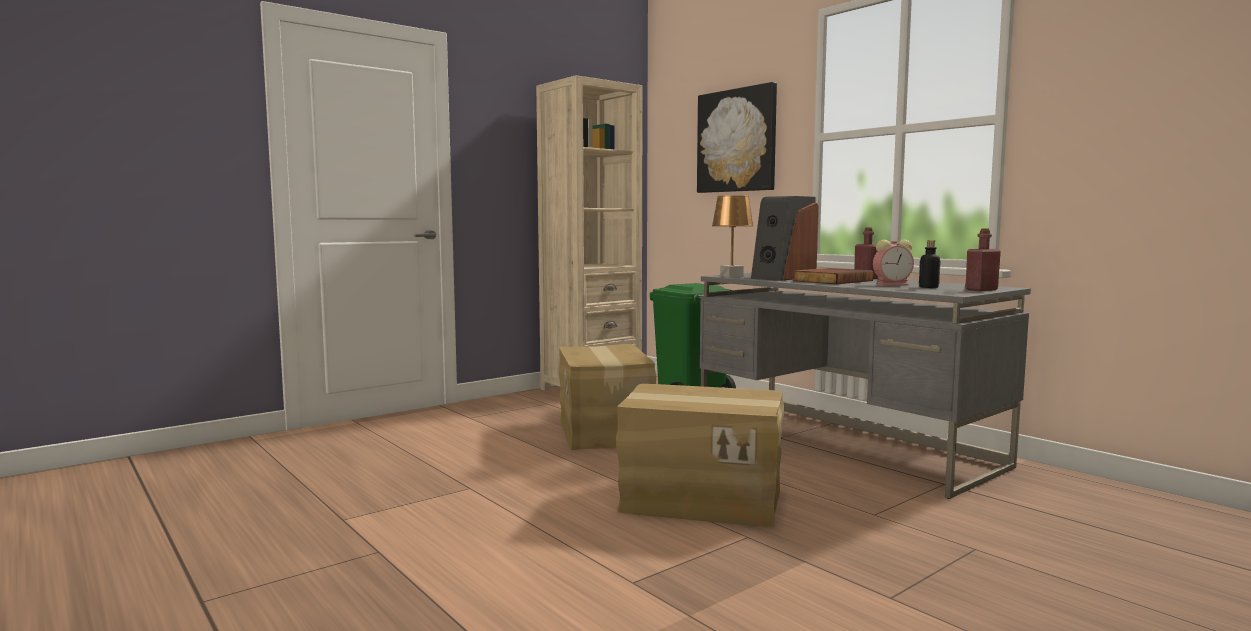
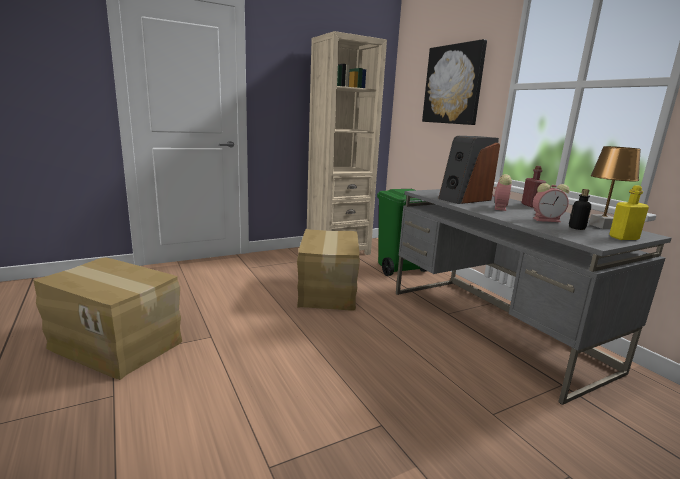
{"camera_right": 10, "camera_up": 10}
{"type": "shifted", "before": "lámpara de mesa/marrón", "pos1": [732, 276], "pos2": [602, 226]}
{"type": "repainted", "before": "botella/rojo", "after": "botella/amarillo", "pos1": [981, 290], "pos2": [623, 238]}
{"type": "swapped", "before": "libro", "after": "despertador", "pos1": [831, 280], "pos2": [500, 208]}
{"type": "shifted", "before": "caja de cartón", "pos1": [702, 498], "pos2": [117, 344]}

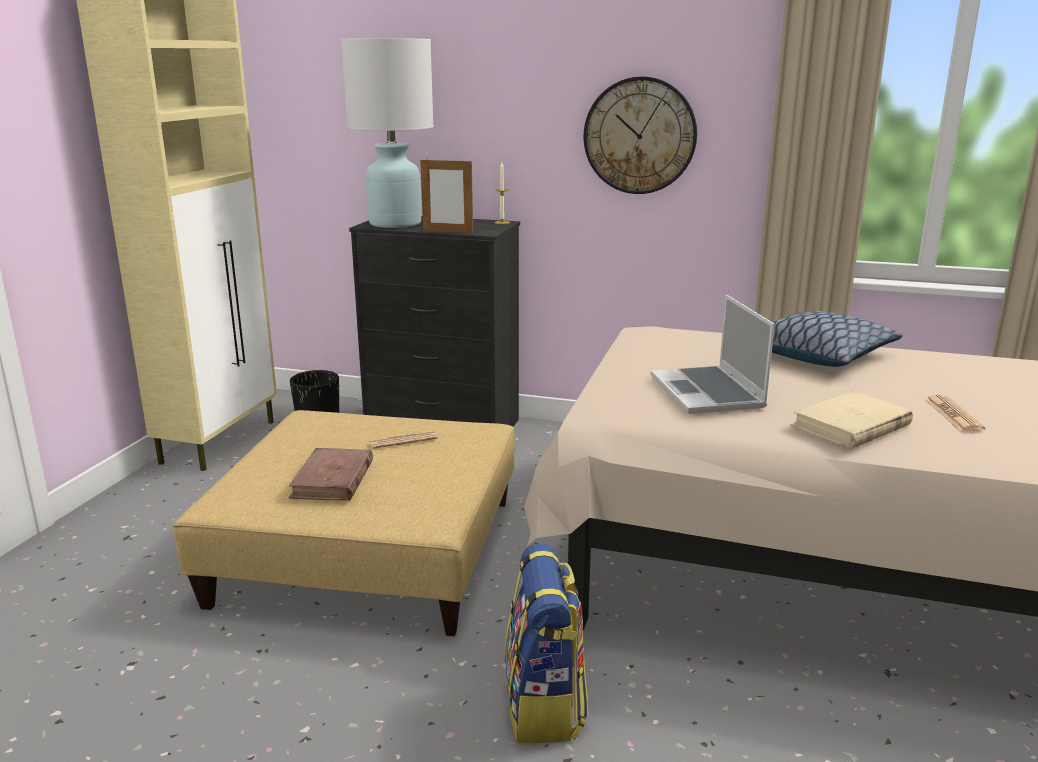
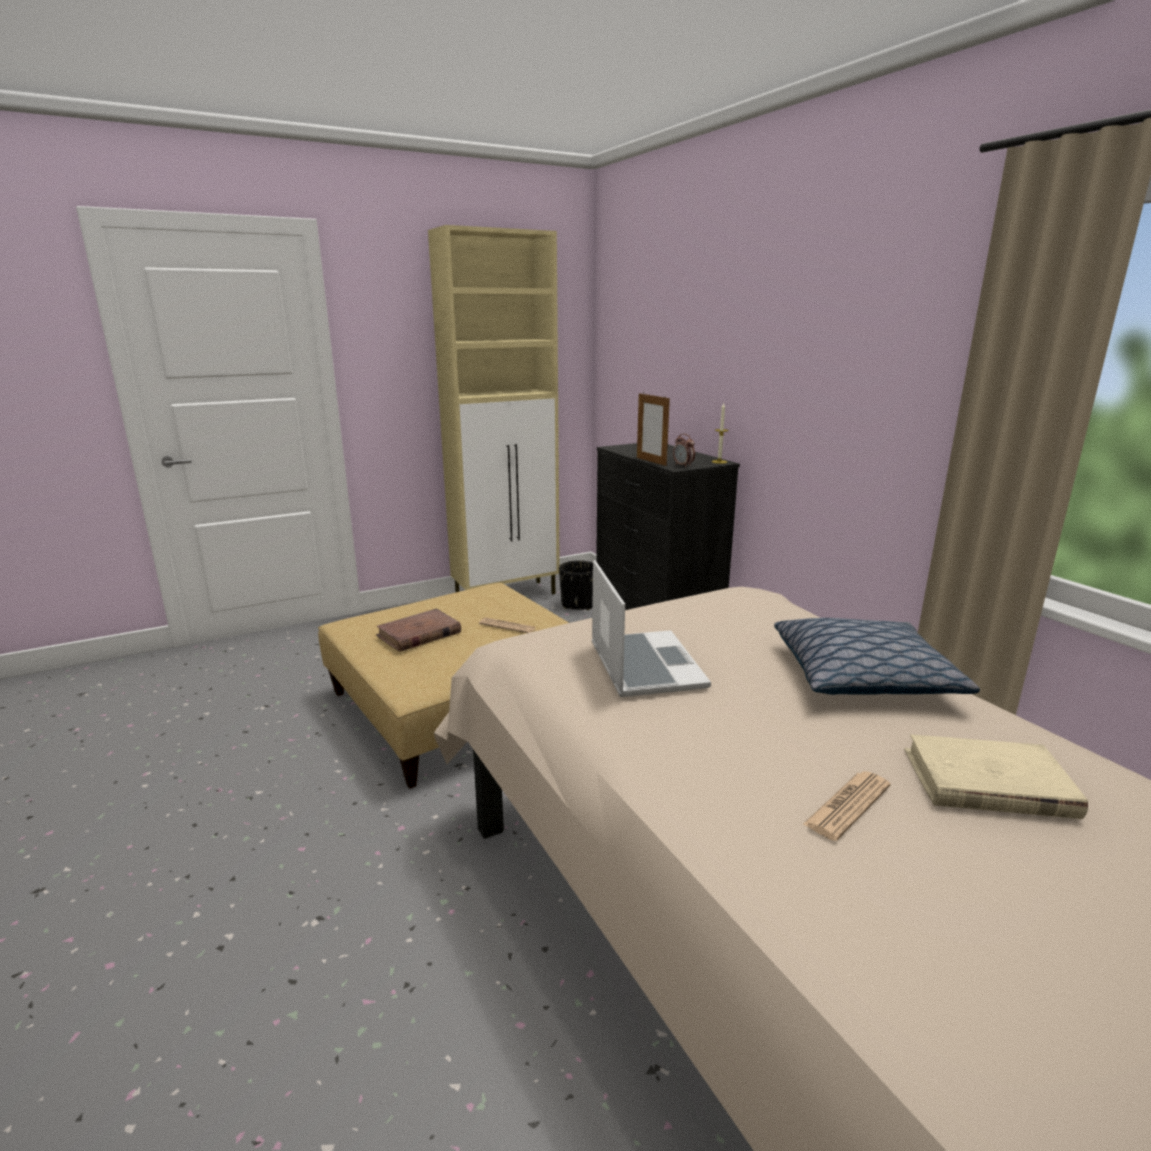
{"camera_right": 45, "camera_up": 0}
{"type": "gone", "before": "lámpara de mesa/blanco", "pos1": [395, 224]}
{"type": "gone", "before": "reloj de pared", "pos1": [640, 136]}
{"type": "rotated", "before": "portátil", "pos1": [708, 393], "pos2": [643, 665], "turn": 135}
{"type": "shifted", "before": "libro/beis", "pos1": [850, 426], "pos2": [987, 783]}
{"type": "gone", "before": "mochila", "pos1": [545, 706]}
{"type": "new", "after": "despertador", "pos2": [683, 466]}

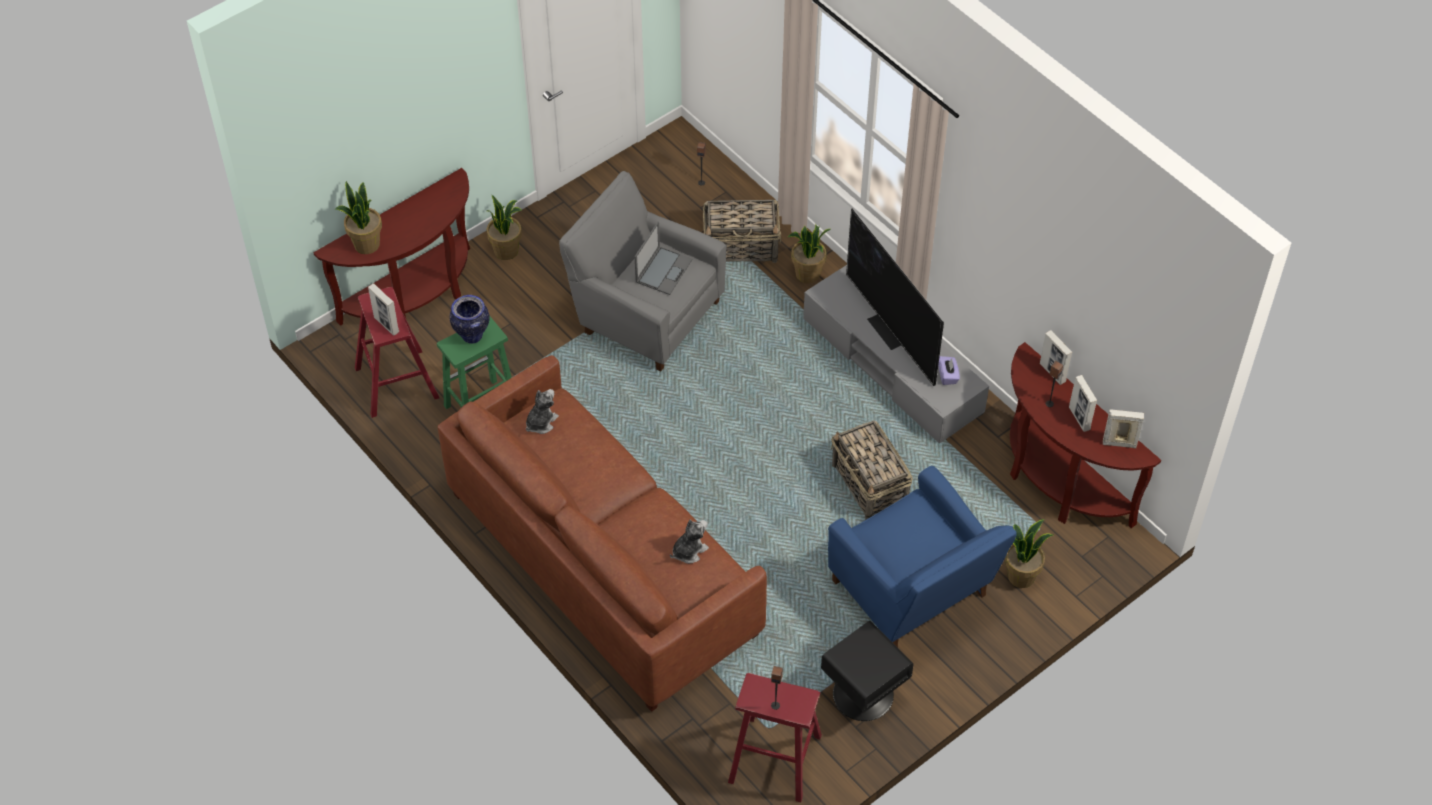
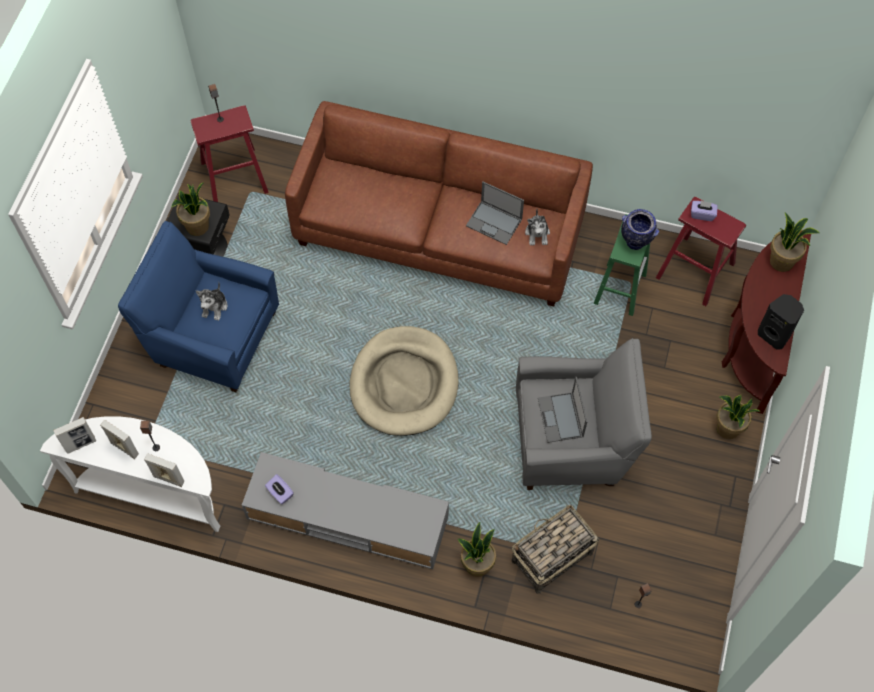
{"camera_right": 145, "camera_up": 10}
{"type": "gone", "before": "televisor", "pos1": [890, 330]}
{"type": "swapped", "before": "portarretratos", "after": "caja de pañuelos/morado", "pos1": [386, 325], "pos2": [702, 214]}
{"type": "repainted", "before": "mesa consola/marrón", "after": "mesa consola/blanco", "pos1": [1057, 483], "pos2": [154, 491]}
{"type": "gone", "before": "cesta", "pos1": [869, 485]}
{"type": "shifted", "before": "planta en maceta", "pos1": [1021, 576], "pos2": [198, 227]}
{"type": "shifted", "before": "peluche", "pos1": [689, 551], "pos2": [214, 307]}
{"type": "new", "after": "portátil", "pos2": [494, 222]}
{"type": "new", "after": "altavoz/negro", "pos2": [774, 334]}
{"type": "new", "after": "cama para perro/beis", "pos2": [404, 383]}

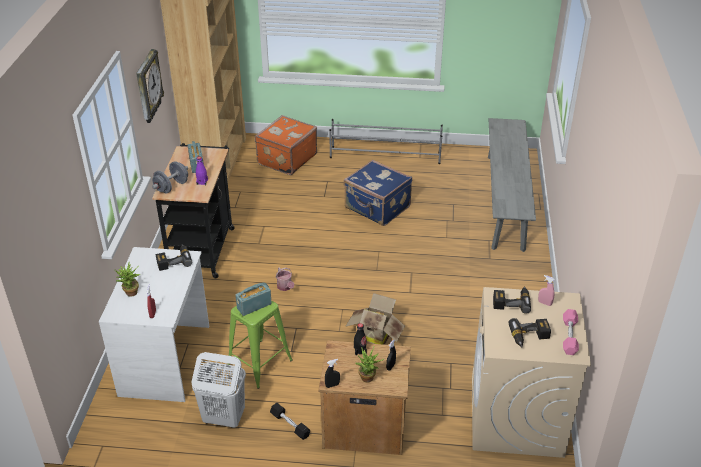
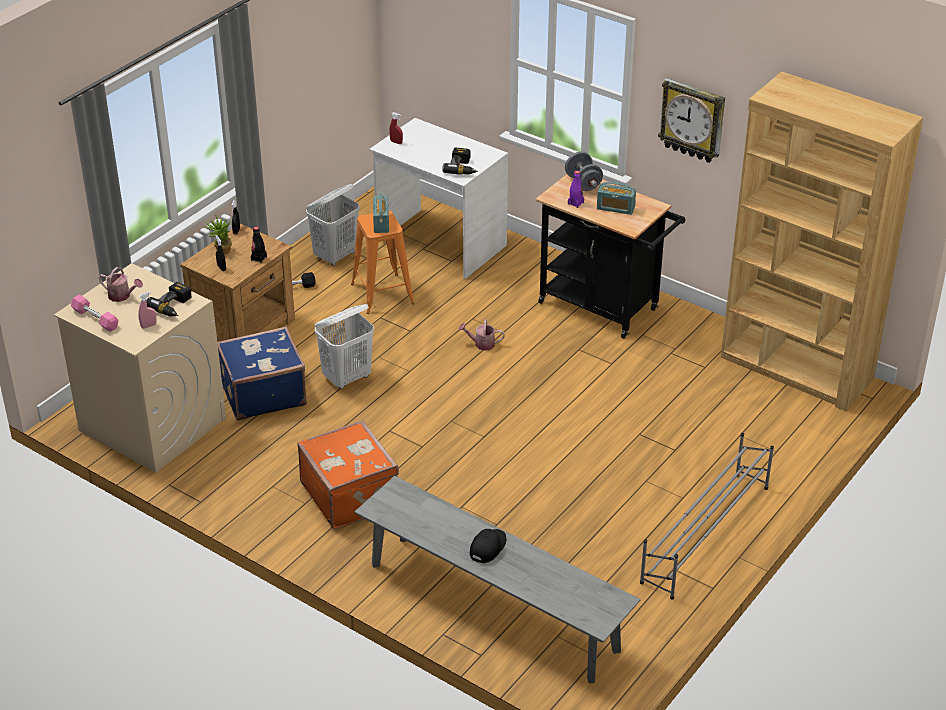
{"camera_right": 120, "camera_up": 0}
{"type": "shifted", "before": "maleta/naranja", "pos1": [286, 159], "pos2": [350, 494]}
{"type": "shifted", "before": "maleta/azul", "pos1": [377, 208], "pos2": [262, 393]}
{"type": "gone", "before": "planta en maceta", "pos1": [131, 294]}
{"type": "swapped", "before": "caja de cartón", "after": "cesto de la ropa/blanco", "pos1": [375, 336], "pos2": [347, 378]}
{"type": "repainted", "before": "taburete/verde", "after": "taburete/naranja", "pos1": [260, 363], "pos2": [382, 294]}
{"type": "swapped", "before": "taladro", "after": "regadera", "pos1": [529, 337], "pos2": [122, 296]}
{"type": "new", "after": "gorra/negro", "pos2": [488, 547]}

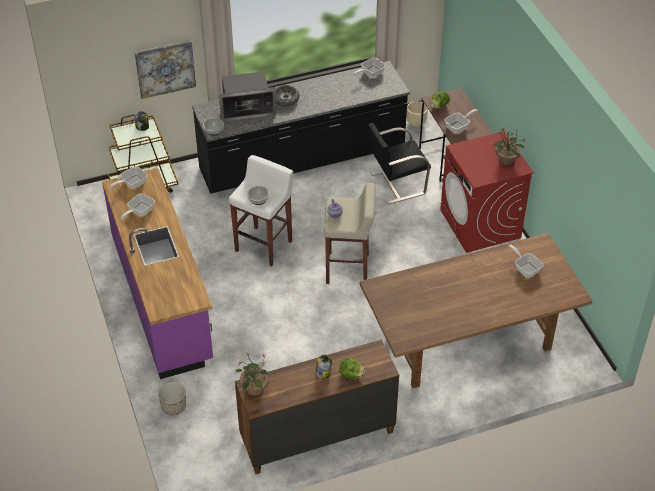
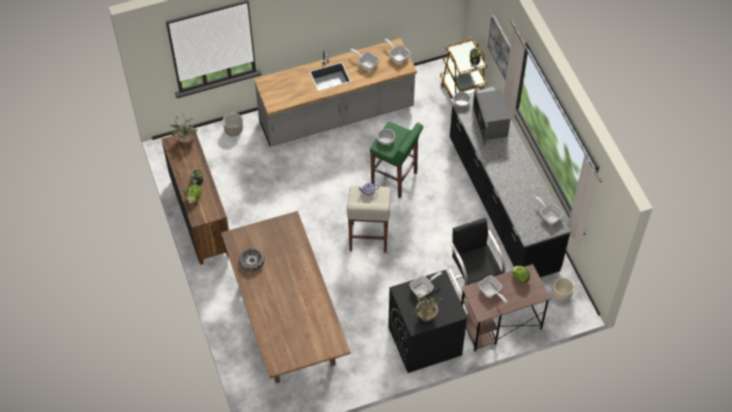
{"camera_right": 90, "camera_up": 10}
{"type": "shifted", "before": "cuenco", "pos1": [286, 99], "pos2": [252, 261]}
{"type": "repainted", "before": "lavadora/rojo", "after": "lavadora/negro", "pos1": [480, 224], "pos2": [424, 341]}
{"type": "repainted", "before": "taburete/blanco", "after": "taburete/verde", "pos1": [264, 245], "pos2": [395, 179]}
{"type": "repainted", "before": "mueble bajo de cocina/morado", "after": "mueble bajo de cocina/gris", "pos1": [163, 299], "pos2": [336, 116]}
{"type": "shifted", "before": "sartén", "pos1": [525, 268], "pos2": [424, 289]}

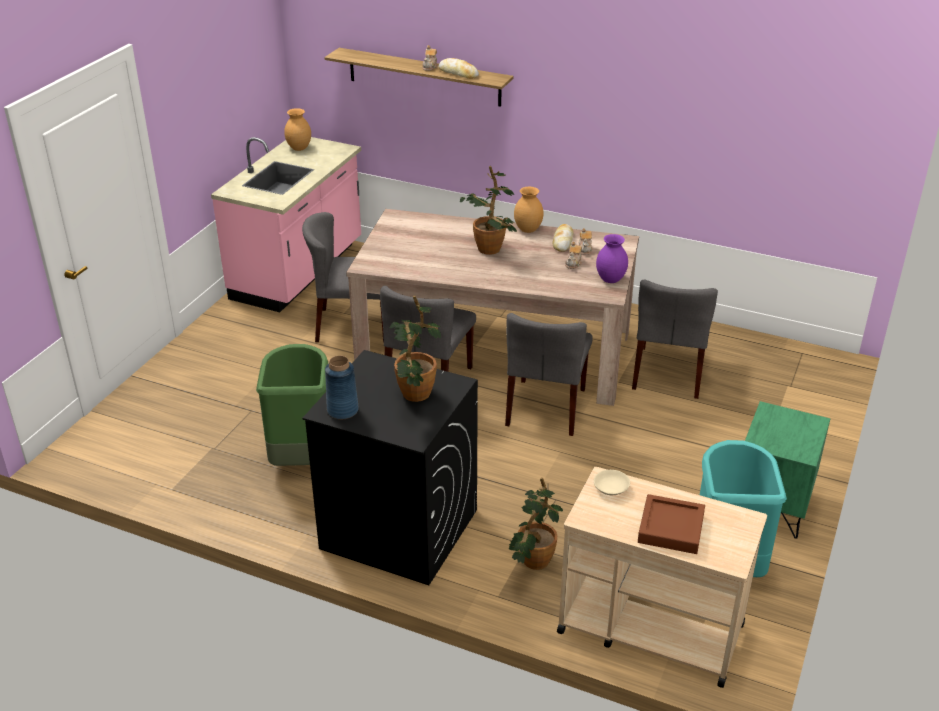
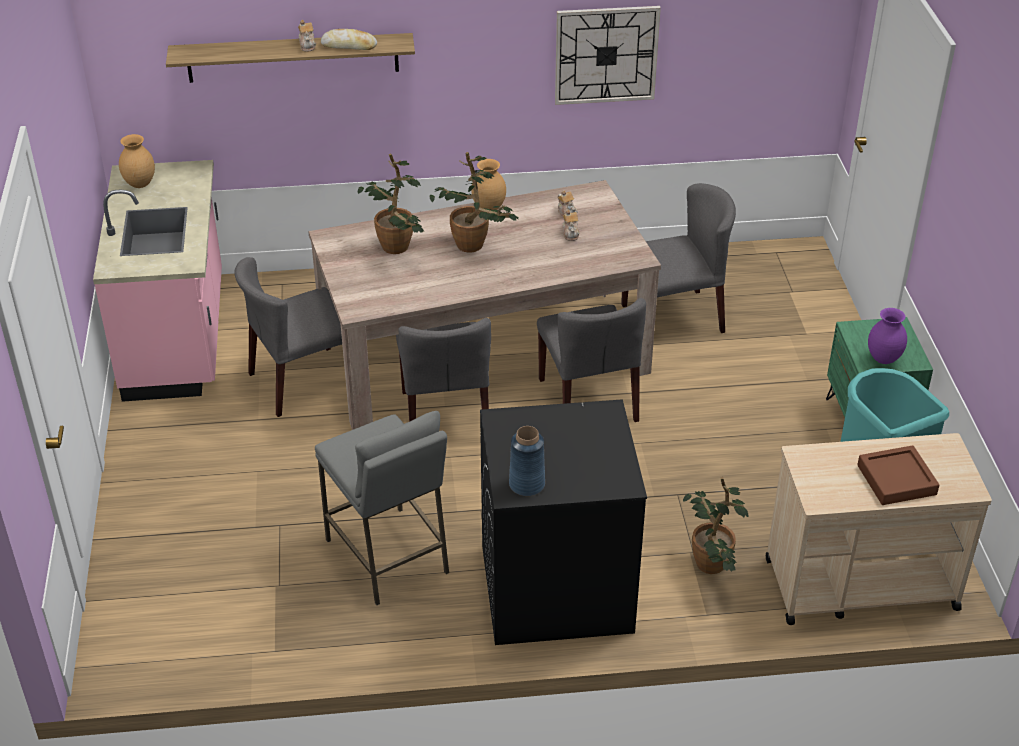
{"camera_right": -30, "camera_up": 5}
{"type": "gone", "before": "pan", "pos1": [563, 241]}
{"type": "shifted", "before": "florero/morado", "pos1": [610, 280], "pos2": [883, 359]}
{"type": "rotated", "before": "silla/gris", "pos1": [669, 372], "pos2": [673, 318], "turn": -90}
{"type": "shifted", "before": "planta en maceta", "pos1": [414, 397], "pos2": [397, 250]}
{"type": "swapped", "before": "papelera/verde", "after": "taburete/gris", "pos1": [302, 458], "pos2": [388, 556]}
{"type": "gone", "before": "cuenco/beis", "pos1": [610, 488]}
{"type": "new", "after": "reloj de pared", "pos2": [606, 55]}

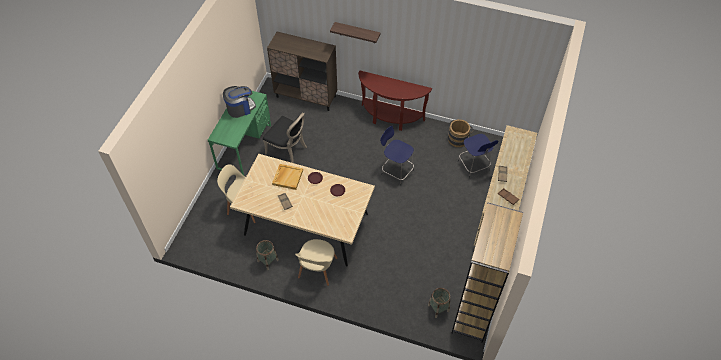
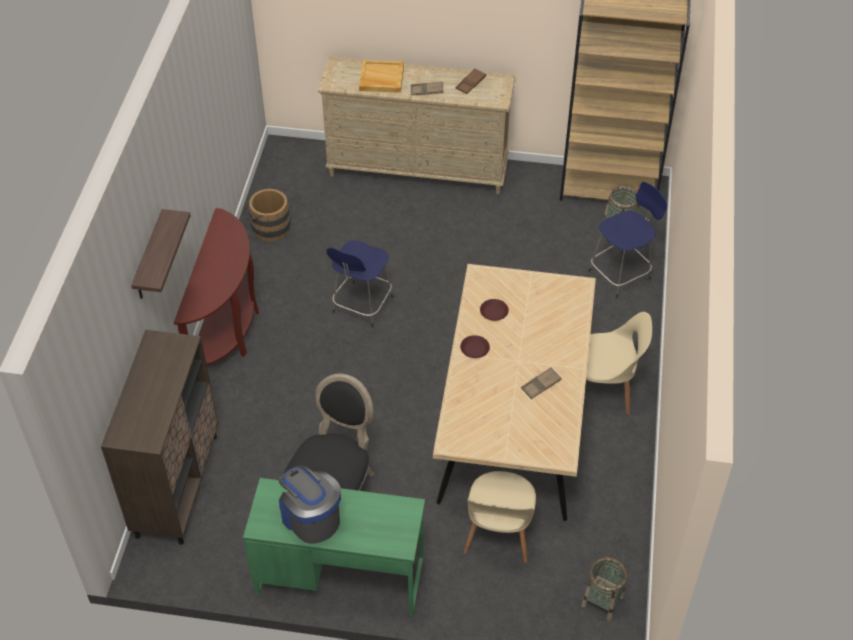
{"camera_right": -100, "camera_up": -5}
{"type": "shifted", "before": "taburete/azul", "pos1": [474, 166], "pos2": [621, 274]}
{"type": "shifted", "before": "bandeja/beis", "pos1": [287, 177], "pos2": [381, 78]}
{"type": "shifted", "before": "cesta", "pos1": [268, 261], "pos2": [602, 601]}

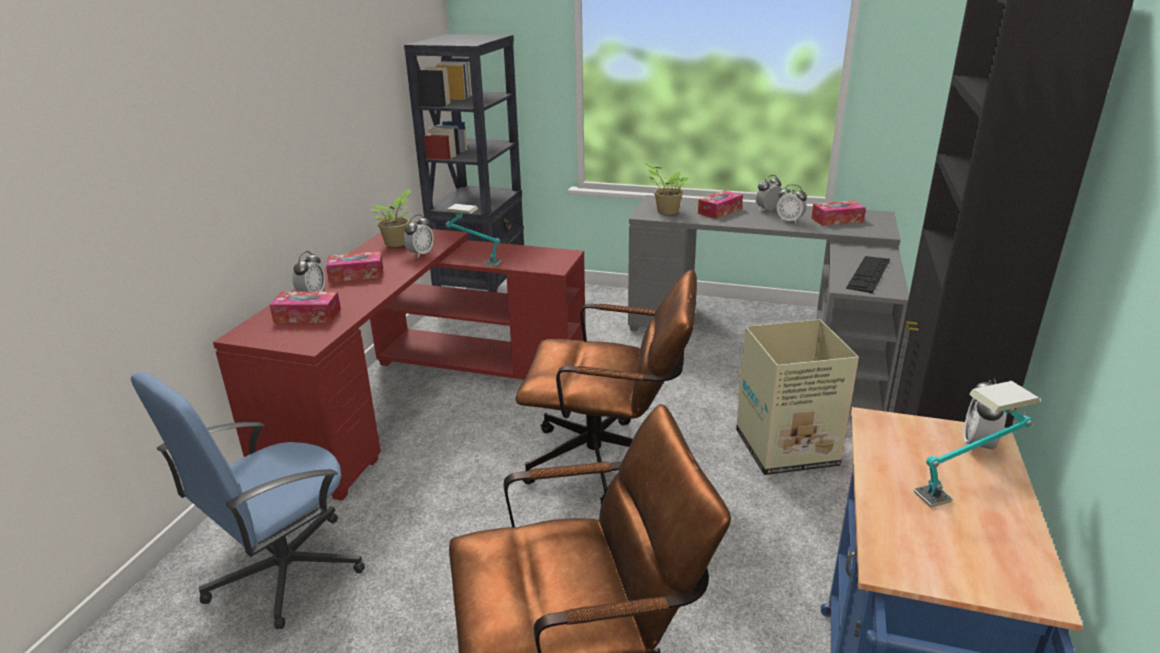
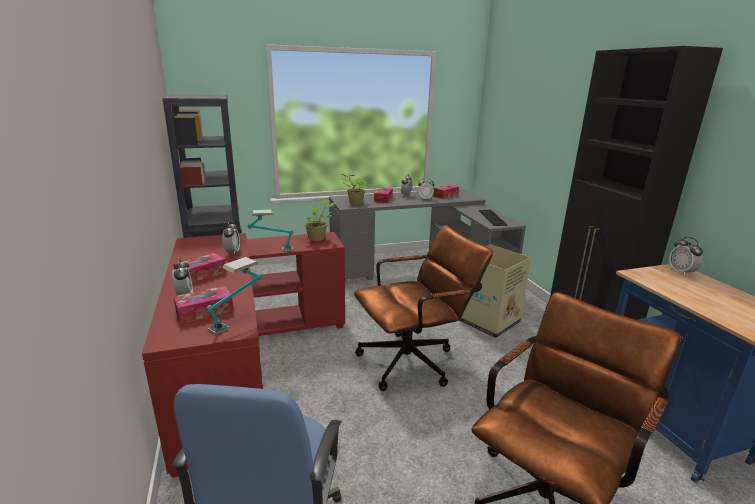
{"camera_right": -35, "camera_up": -5}
{"type": "shifted", "before": "planta en maceta", "pos1": [398, 243], "pos2": [318, 238]}
{"type": "shifted", "before": "lámpara de mesa", "pos1": [965, 489], "pos2": [238, 320]}

